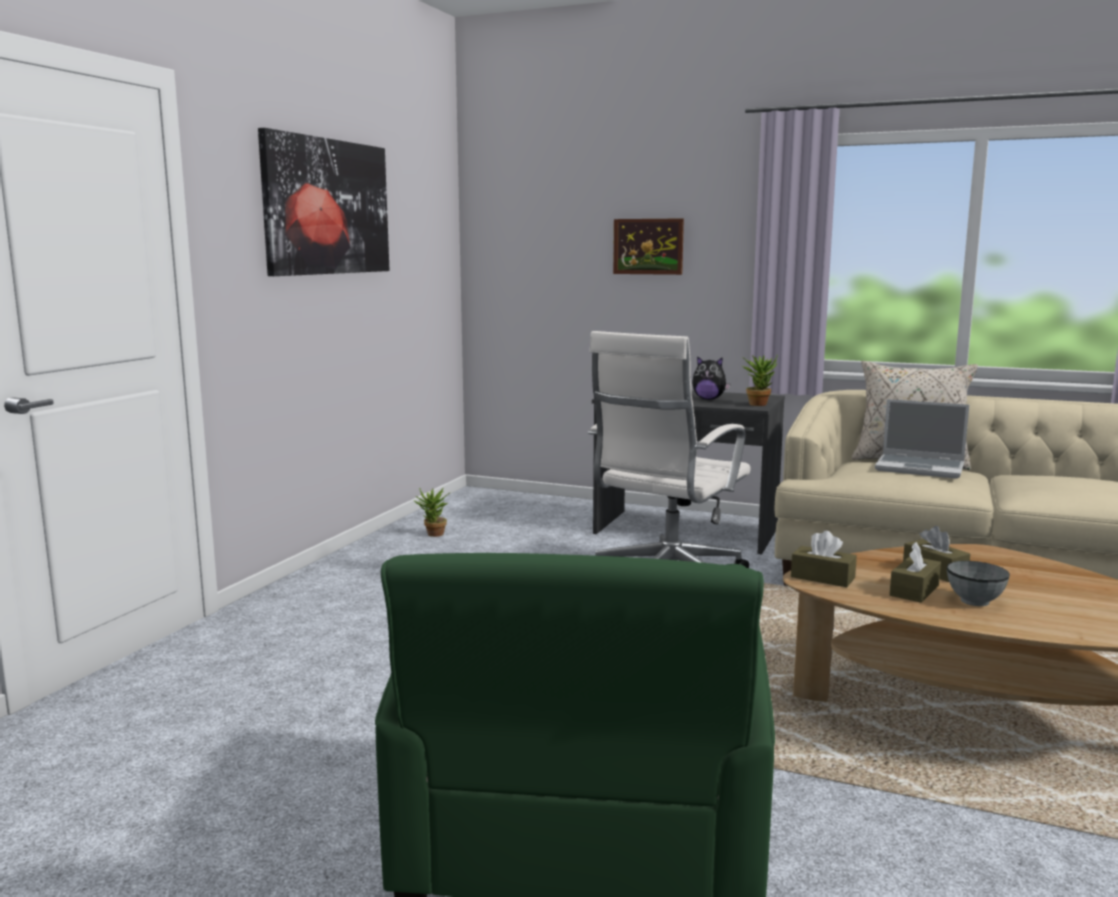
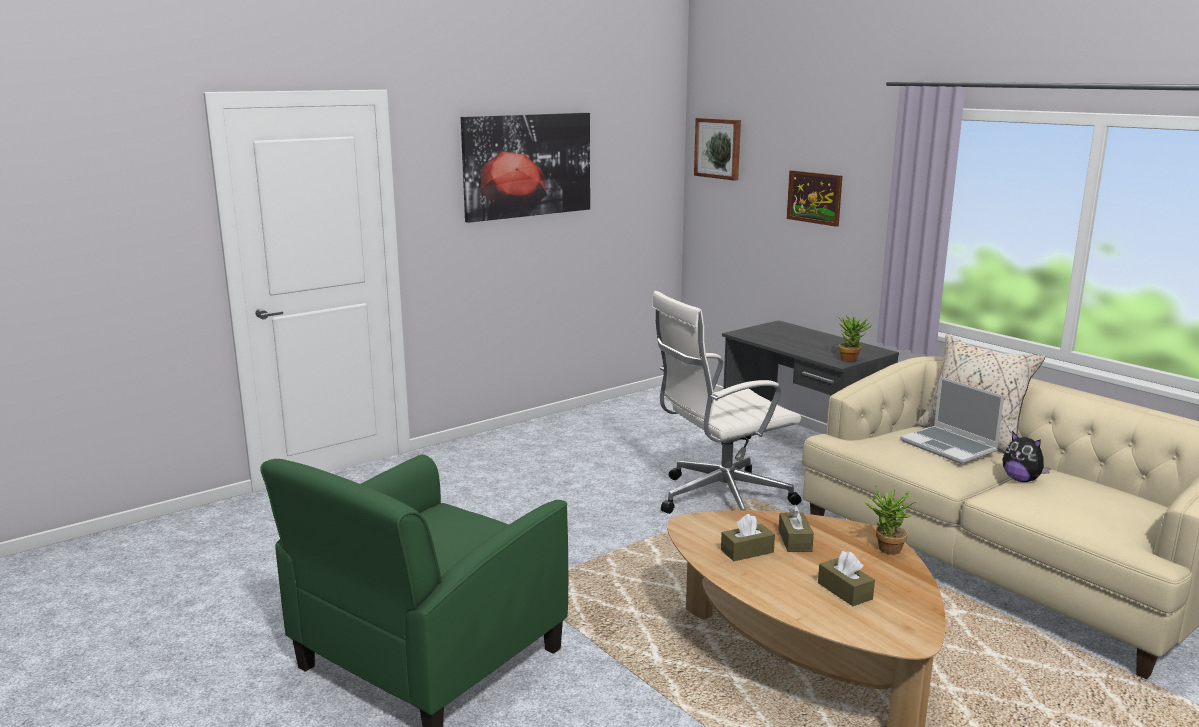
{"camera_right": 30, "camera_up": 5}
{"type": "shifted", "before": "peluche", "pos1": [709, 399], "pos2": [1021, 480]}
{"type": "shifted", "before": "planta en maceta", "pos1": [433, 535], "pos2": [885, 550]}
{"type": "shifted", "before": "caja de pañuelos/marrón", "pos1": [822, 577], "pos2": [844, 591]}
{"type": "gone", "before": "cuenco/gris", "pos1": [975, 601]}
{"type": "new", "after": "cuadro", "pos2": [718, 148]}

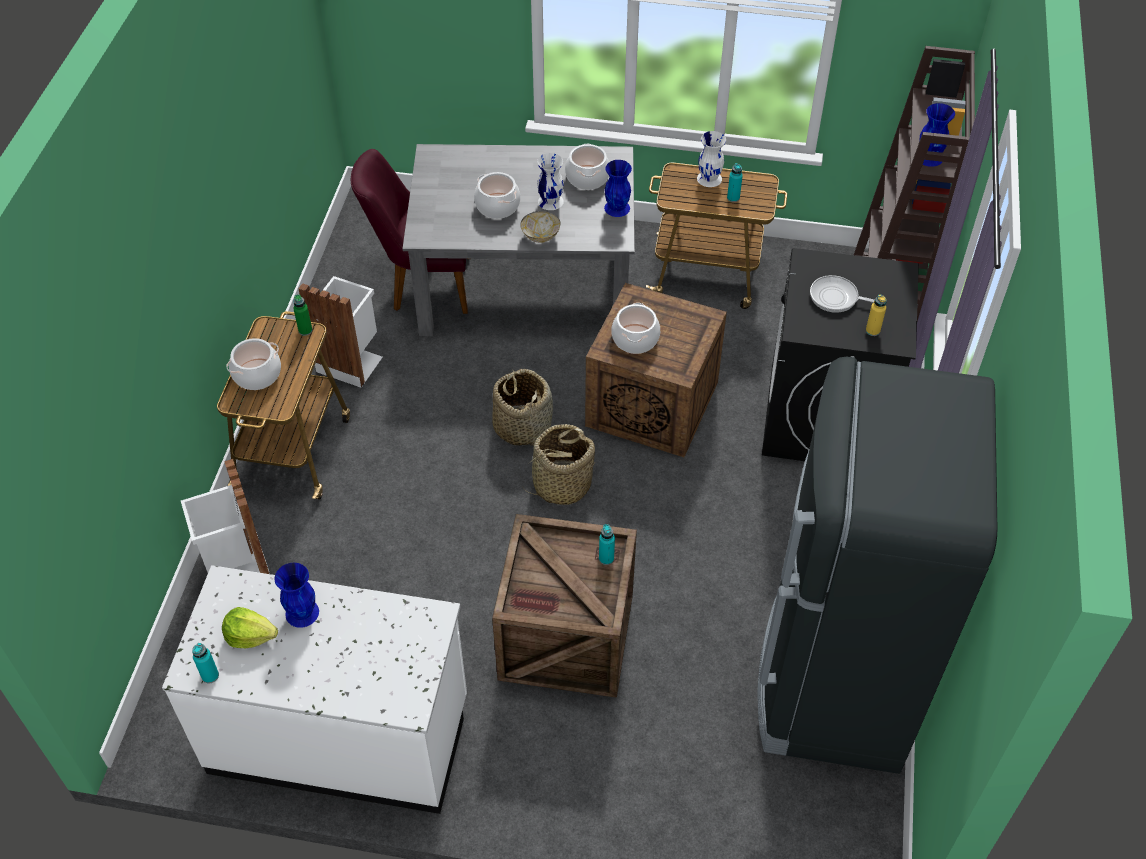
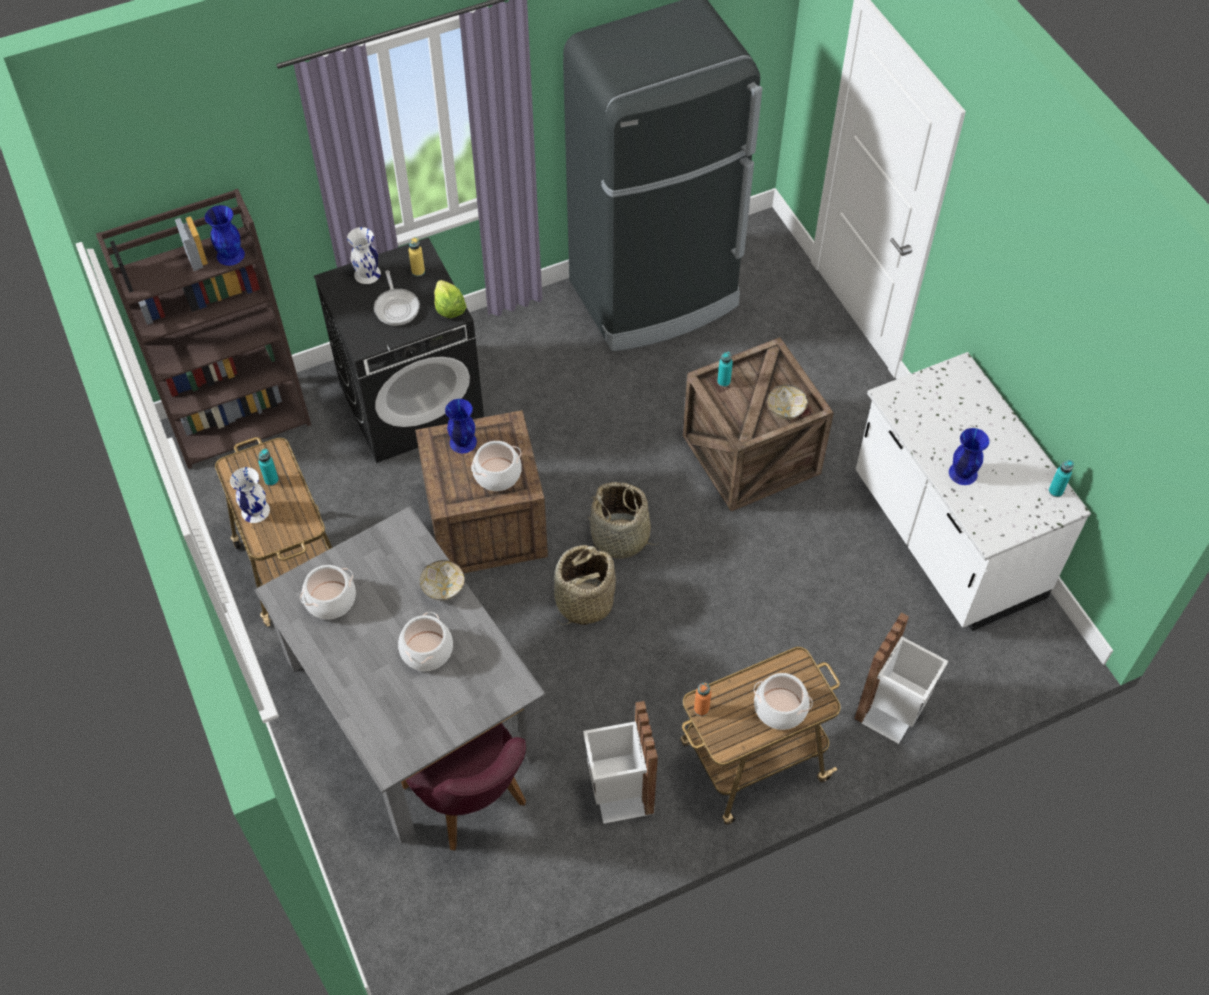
{"camera_right": -125, "camera_up": 5}
{"type": "shifted", "before": "florero/blanco", "pos1": [550, 201], "pos2": [367, 274]}
{"type": "shifted", "before": "florero/azul", "pos1": [617, 207], "pos2": [462, 442]}
{"type": "repainted", "before": "botella/verde", "after": "botella/naranja", "pos1": [305, 330], "pos2": [701, 709]}
{"type": "shifted", "before": "lechuga", "pos1": [250, 635], "pos2": [449, 308]}
{"type": "new", "after": "cuenco", "pos2": [786, 410]}

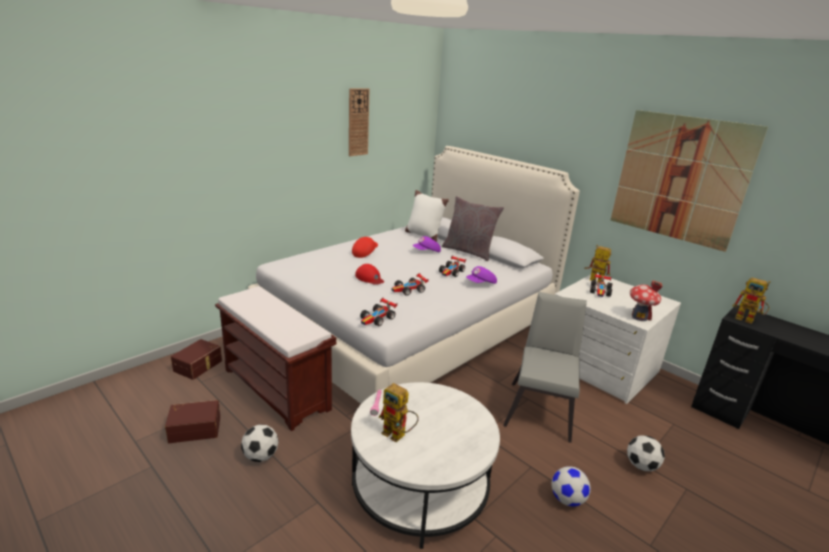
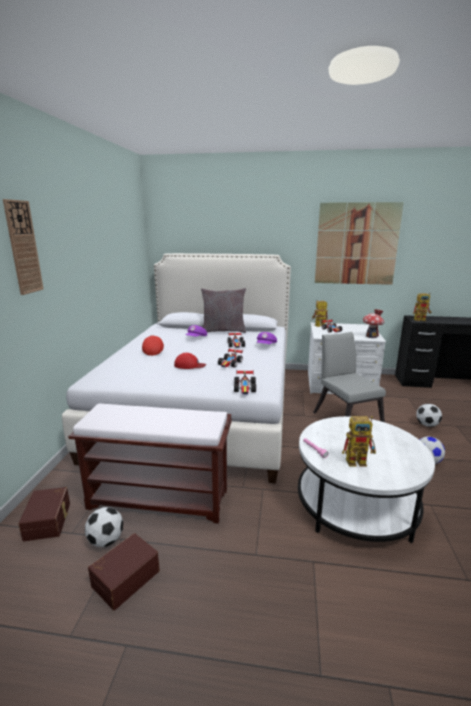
{"camera_right": -35, "camera_up": -5}
{"type": "shifted", "before": "reloj de pared", "pos1": [358, 122], "pos2": [23, 247]}
{"type": "gone", "before": "cojín/blanco", "pos1": [423, 235]}
{"type": "shifted", "before": "balón de fútbol", "pos1": [261, 456], "pos2": [106, 540]}

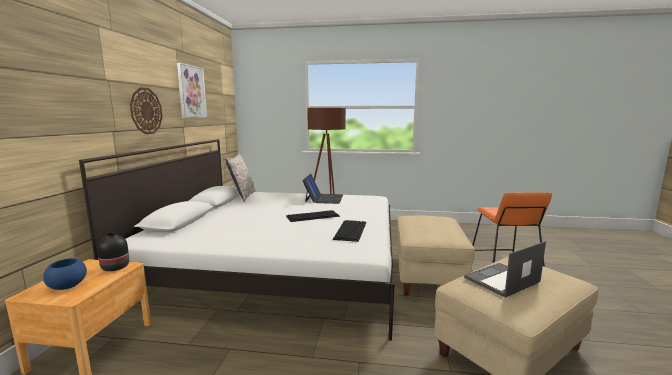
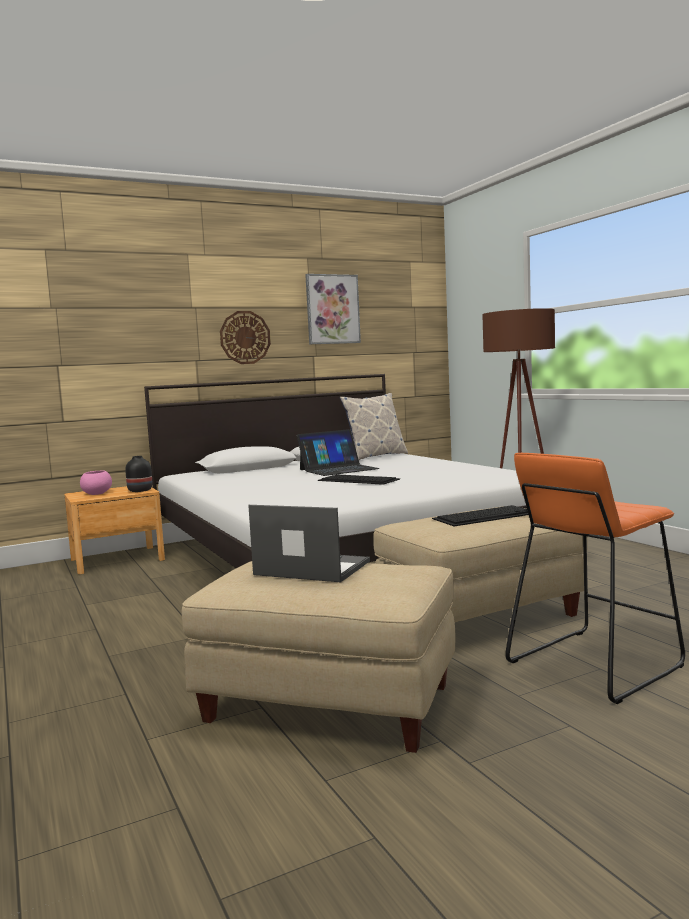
{"camera_right": 55, "camera_up": -5}
{"type": "shifted", "before": "portátil", "pos1": [323, 198], "pos2": [338, 469]}
{"type": "shifted", "before": "teclado", "pos1": [350, 230], "pos2": [485, 516]}
{"type": "repainted", "before": "cuenco/azul", "after": "cuenco/rosa", "pos1": [67, 286], "pos2": [97, 493]}

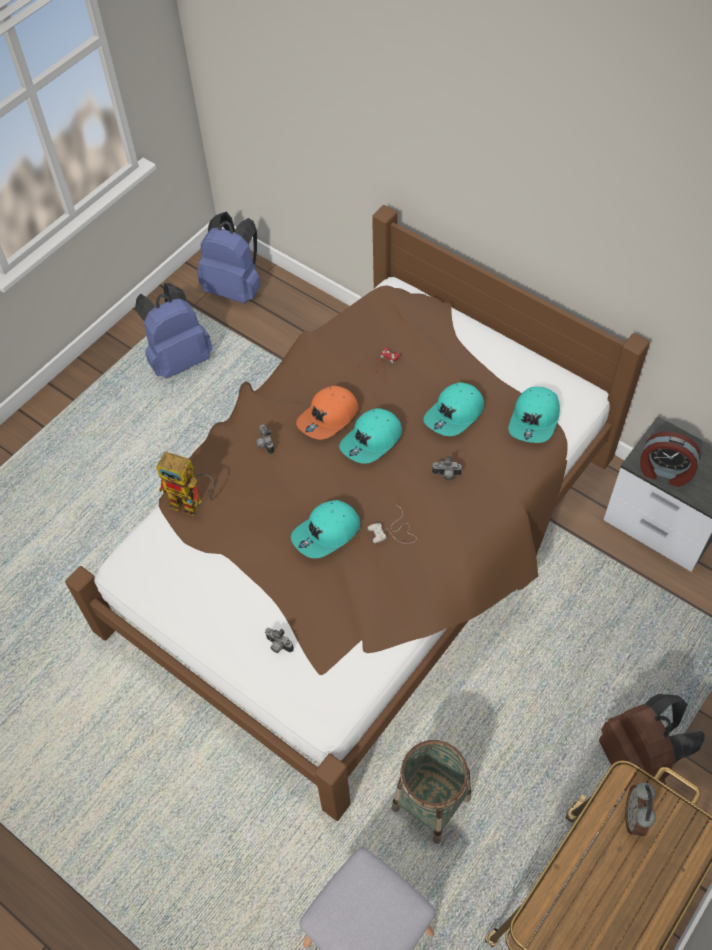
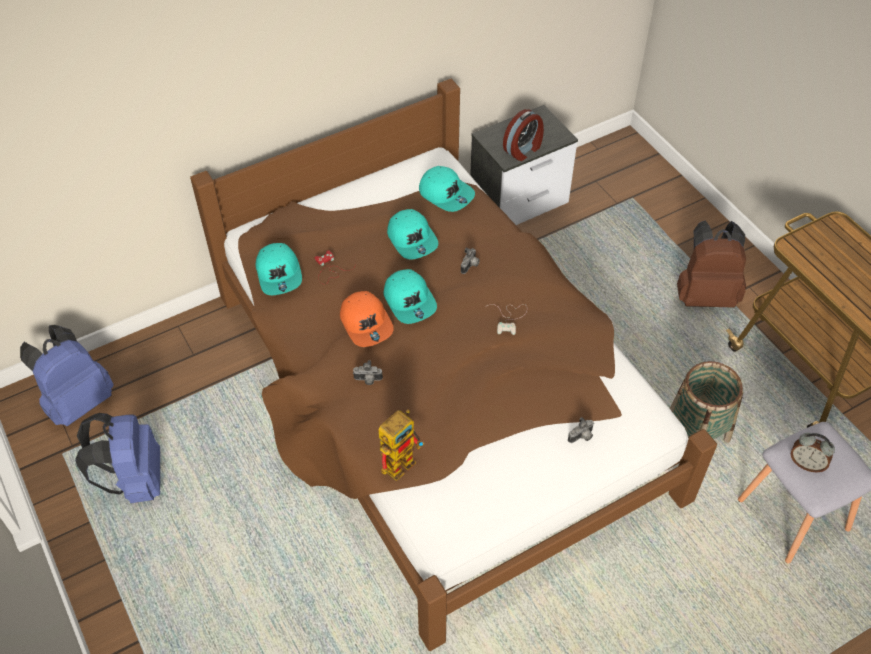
{"camera_right": -70, "camera_up": -5}
{"type": "shifted", "before": "gorra/turquesa", "pos1": [327, 533], "pos2": [280, 274]}
{"type": "shifted", "before": "despertador", "pos1": [635, 817], "pos2": [806, 463]}

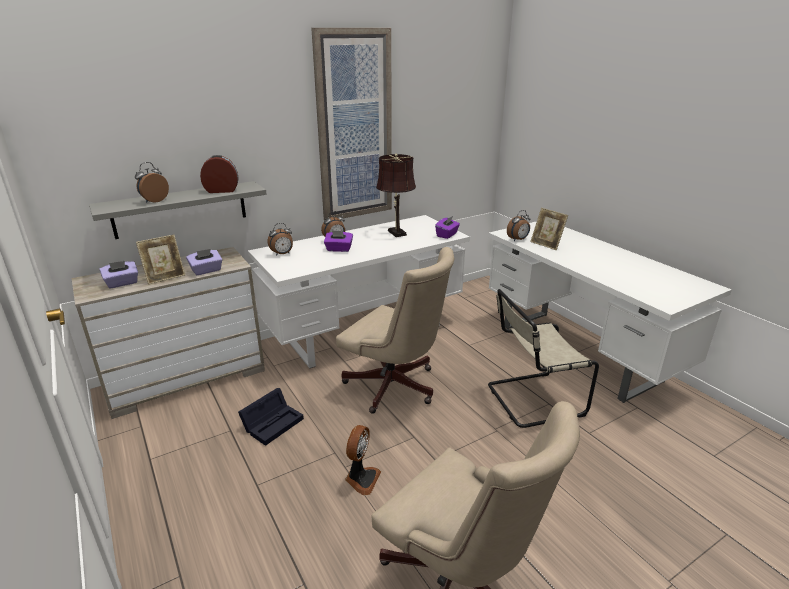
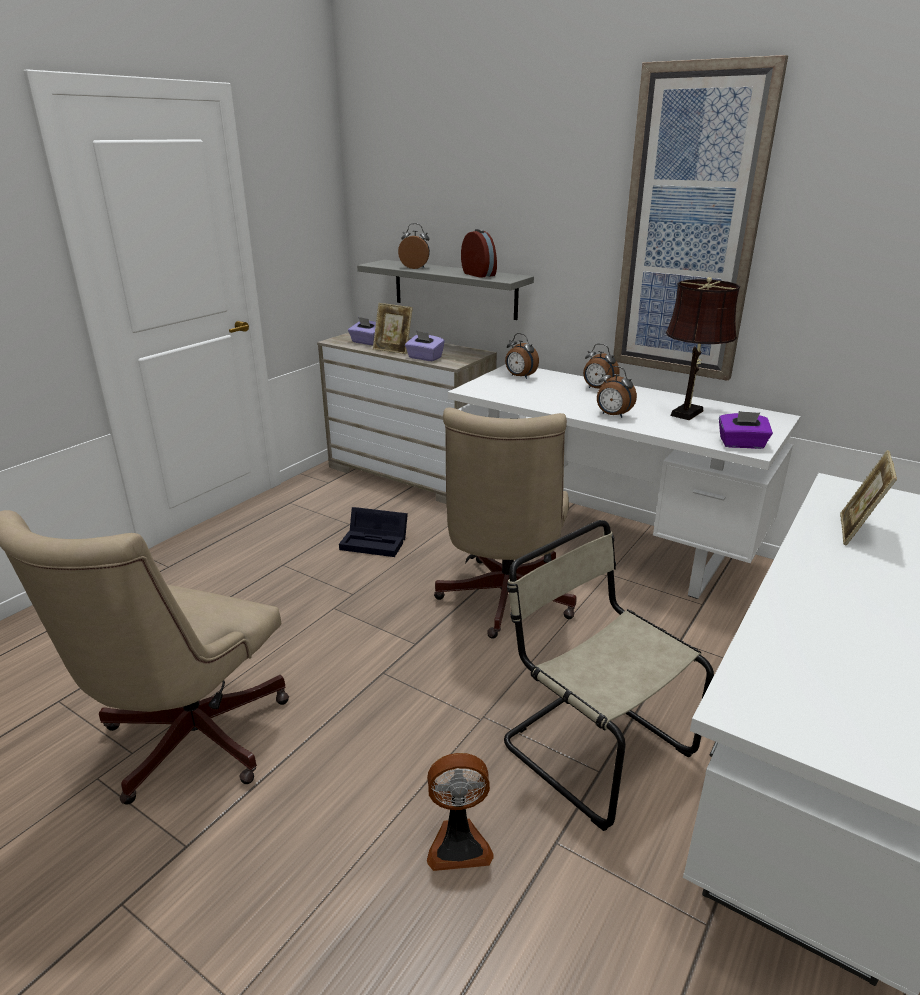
{"camera_right": 65, "camera_up": 0}
{"type": "shifted", "before": "despertador", "pos1": [518, 239], "pos2": [612, 415]}
{"type": "gone", "before": "caja de pañuelos/morado", "pos1": [339, 249]}
{"type": "shifted", "before": "ventilador", "pos1": [361, 479], "pos2": [458, 843]}

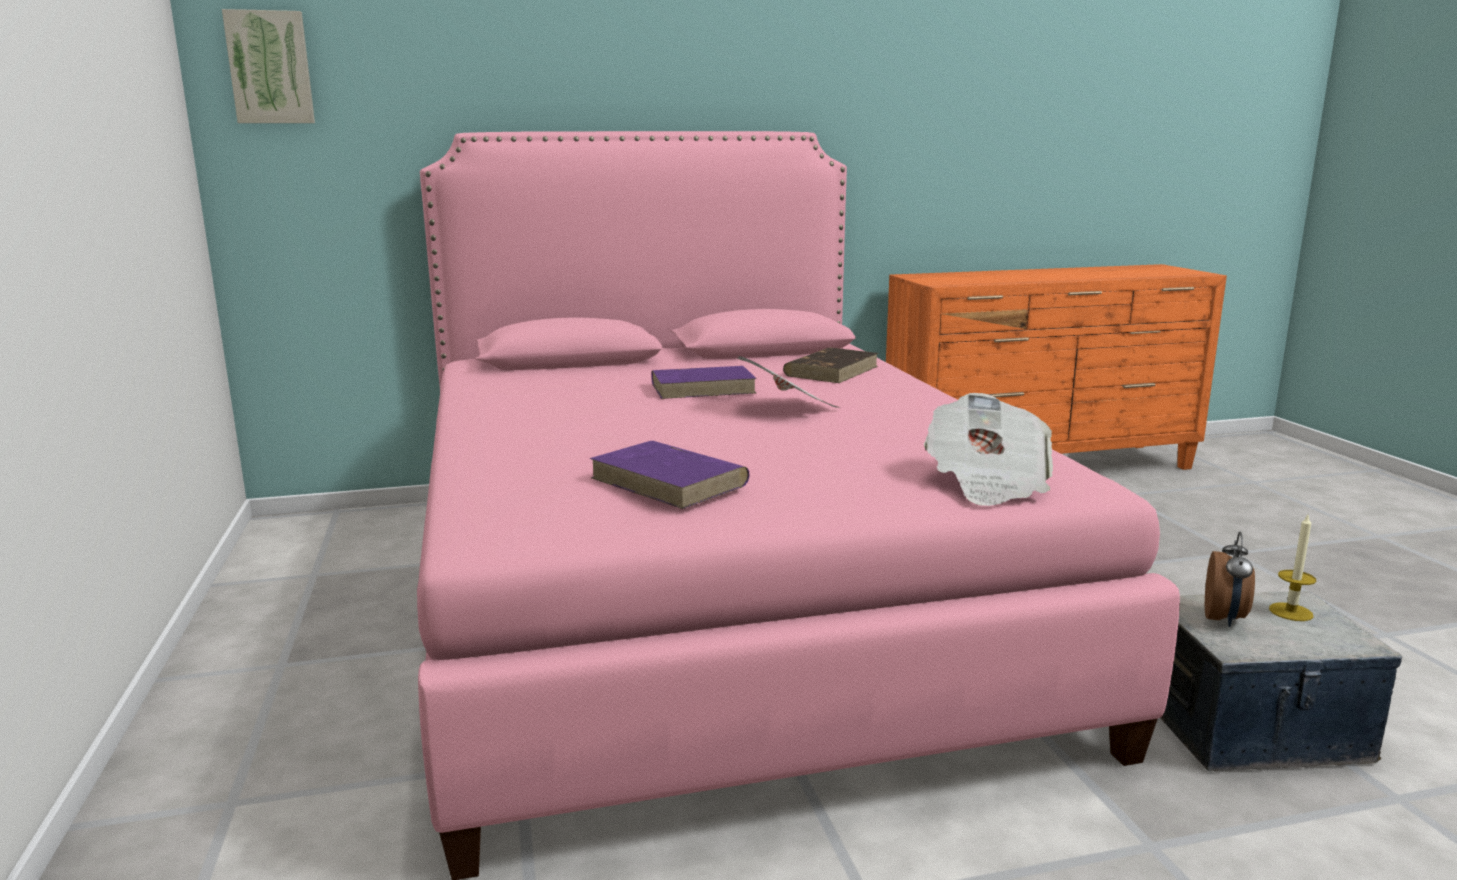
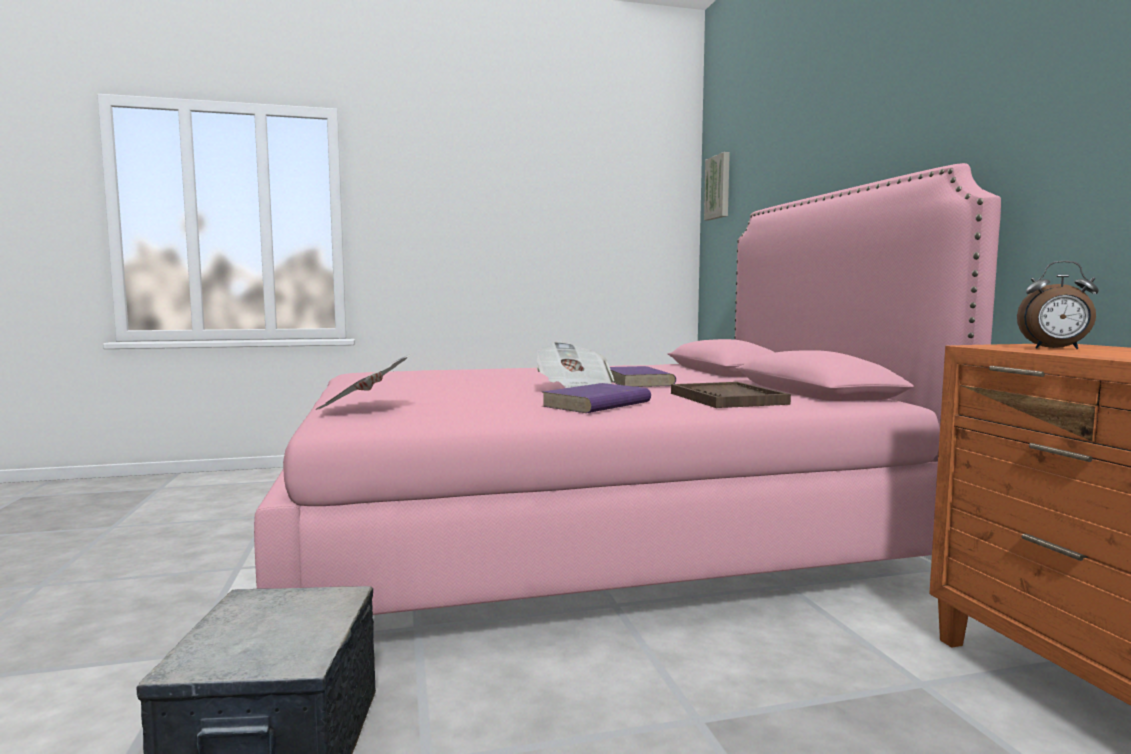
{"camera_right": 90, "camera_up": -10}
{"type": "swapped", "before": "libro/marrón", "after": "bandeja/marrón", "pos1": [832, 370], "pos2": [727, 398]}
{"type": "shifted", "before": "libro/morado", "pos1": [670, 481], "pos2": [596, 404]}
{"type": "gone", "before": "vela", "pos1": [1290, 612]}
{"type": "shifted", "before": "despertador", "pos1": [1225, 618], "pos2": [1056, 348]}

